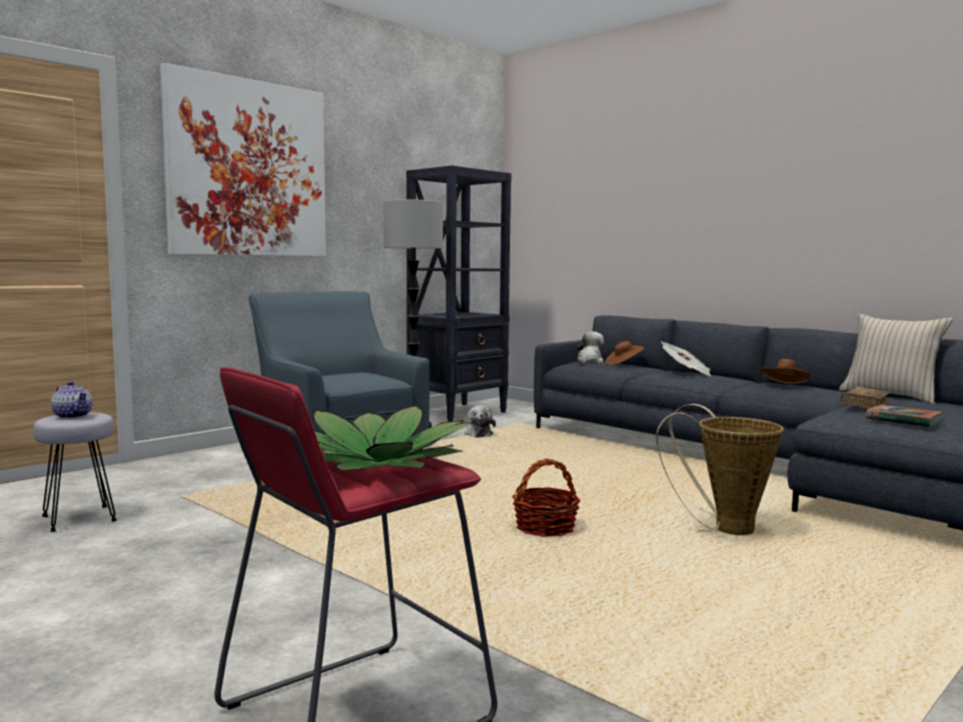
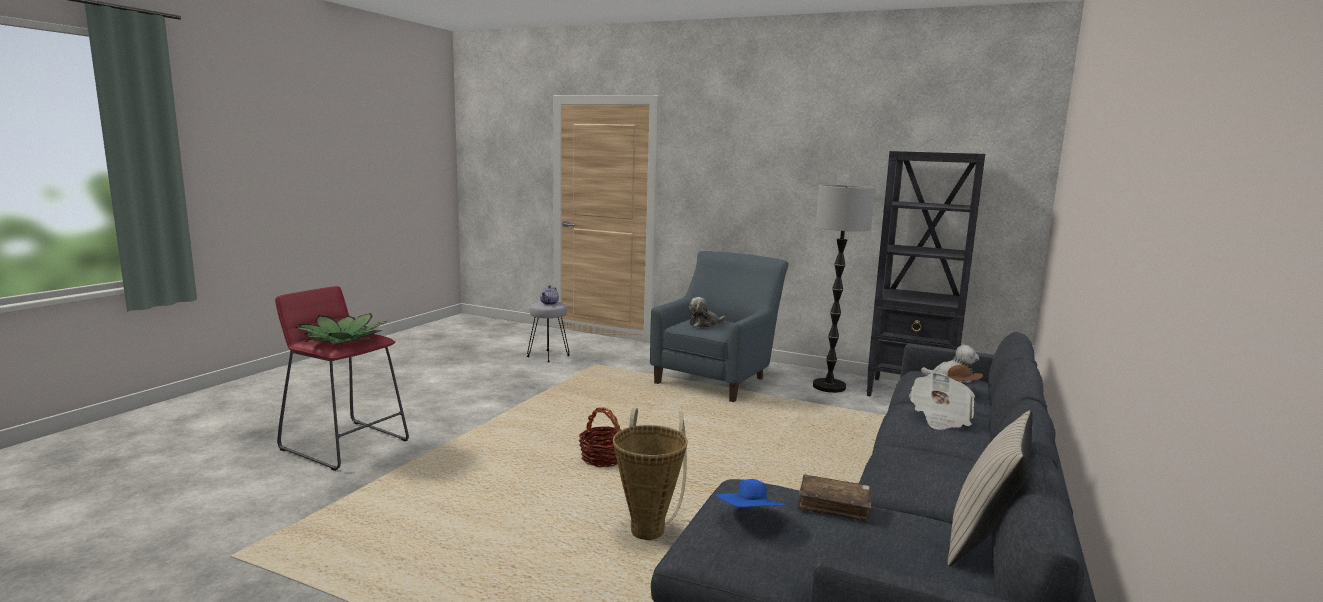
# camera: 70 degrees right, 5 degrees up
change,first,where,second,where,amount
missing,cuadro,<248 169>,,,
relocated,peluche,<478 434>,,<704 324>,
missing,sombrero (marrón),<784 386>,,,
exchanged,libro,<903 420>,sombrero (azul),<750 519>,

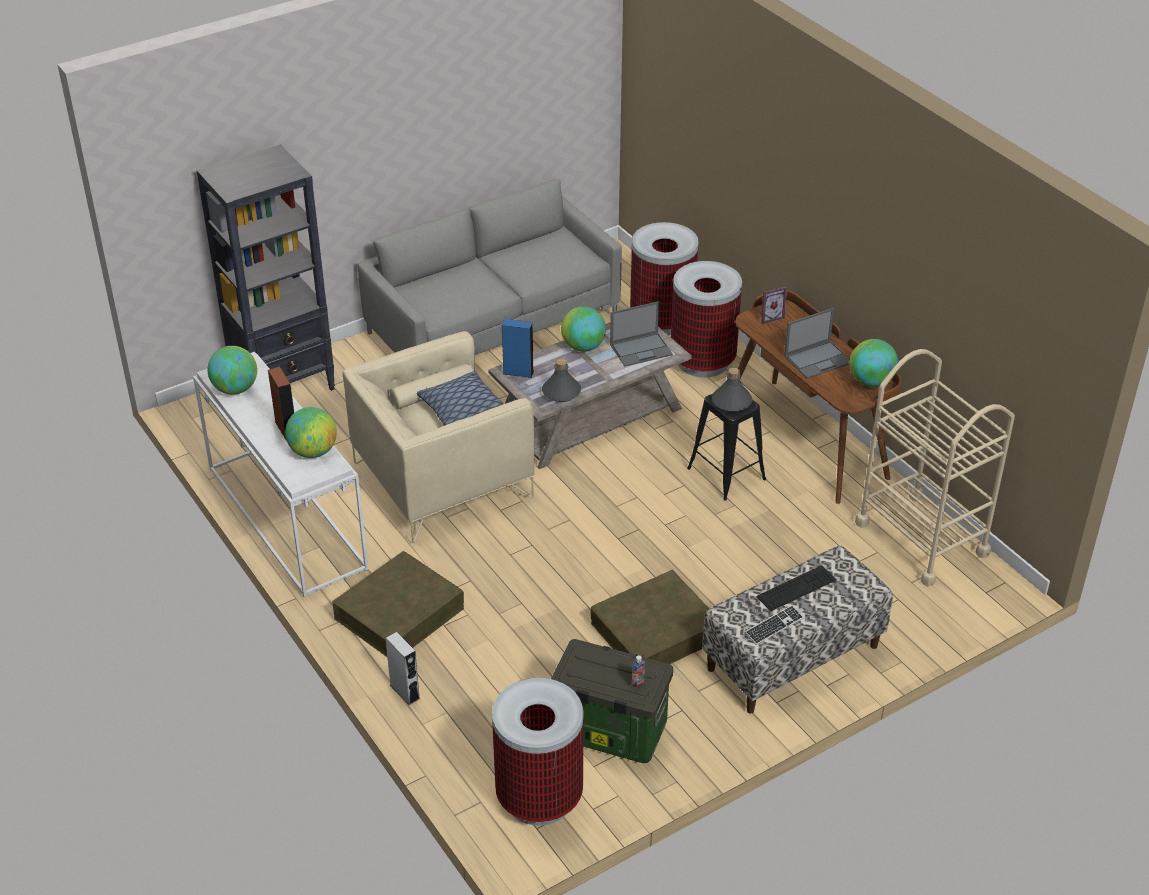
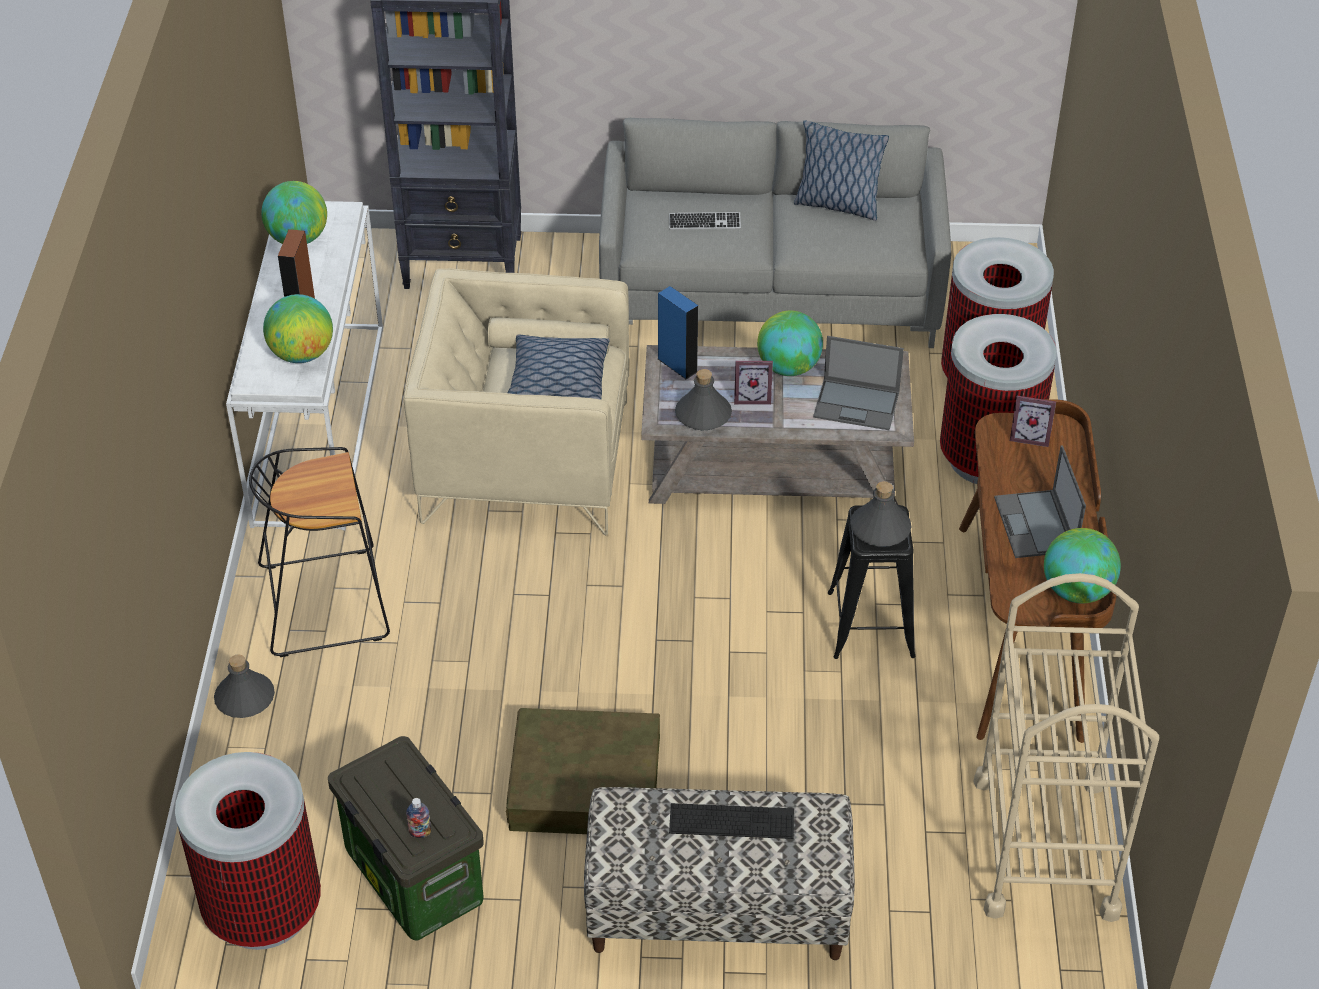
# camera: 35 degrees right, 5 degrees up
change,first,where,second,where,amount
exchanged,caja de almacenaje (marrón),<399 613>,taburete (negro),<327 601>,
exchanged,altavoz (gris),<404 692>,botella (gris),<245 698>,
relocated,teclado,<774 626>,,<704 223>,
spun,portátil,<818 359>,,<1036 525>,75 degrees clockwise
appeared,,,portarretratos,<752 397>,
appeared,,,cojín,<837 205>,

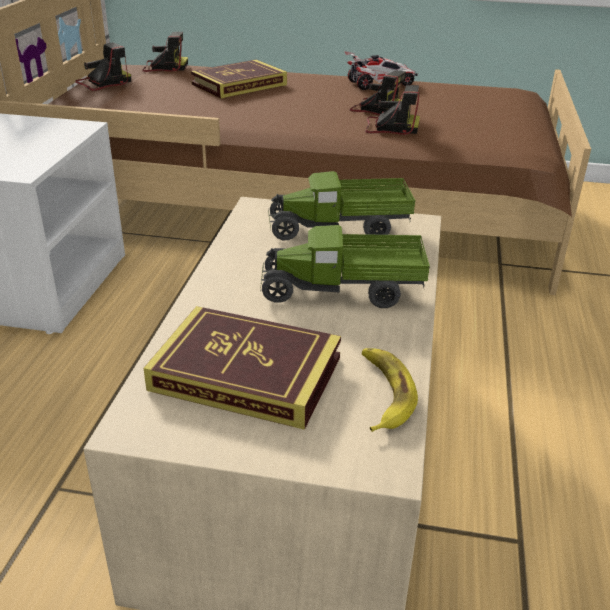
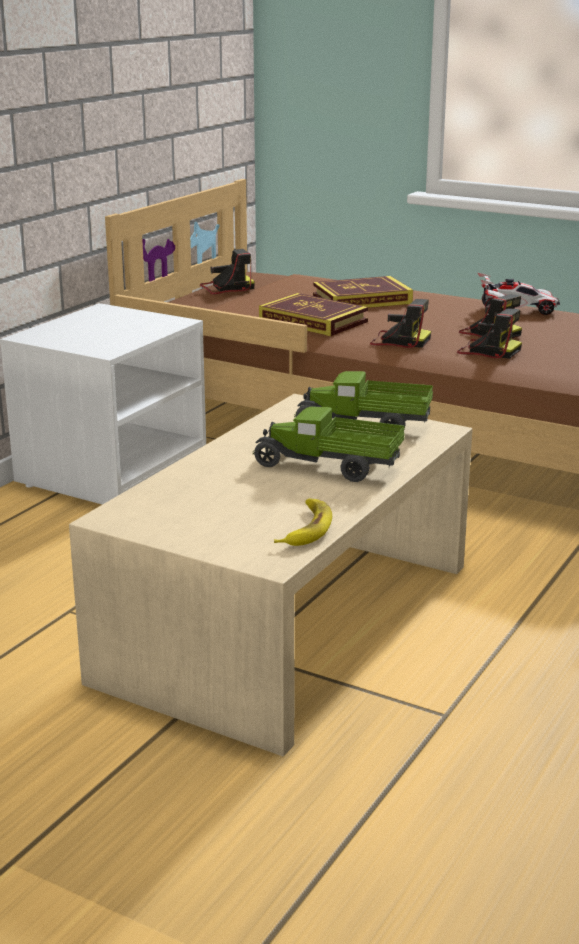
# camera: 20 degrees right, 10 degrees down
change,first,where,second,where,amount
relocated,cámara,<164 67>,,<398 341>,
relocated,libro,<246 373>,,<313 321>,

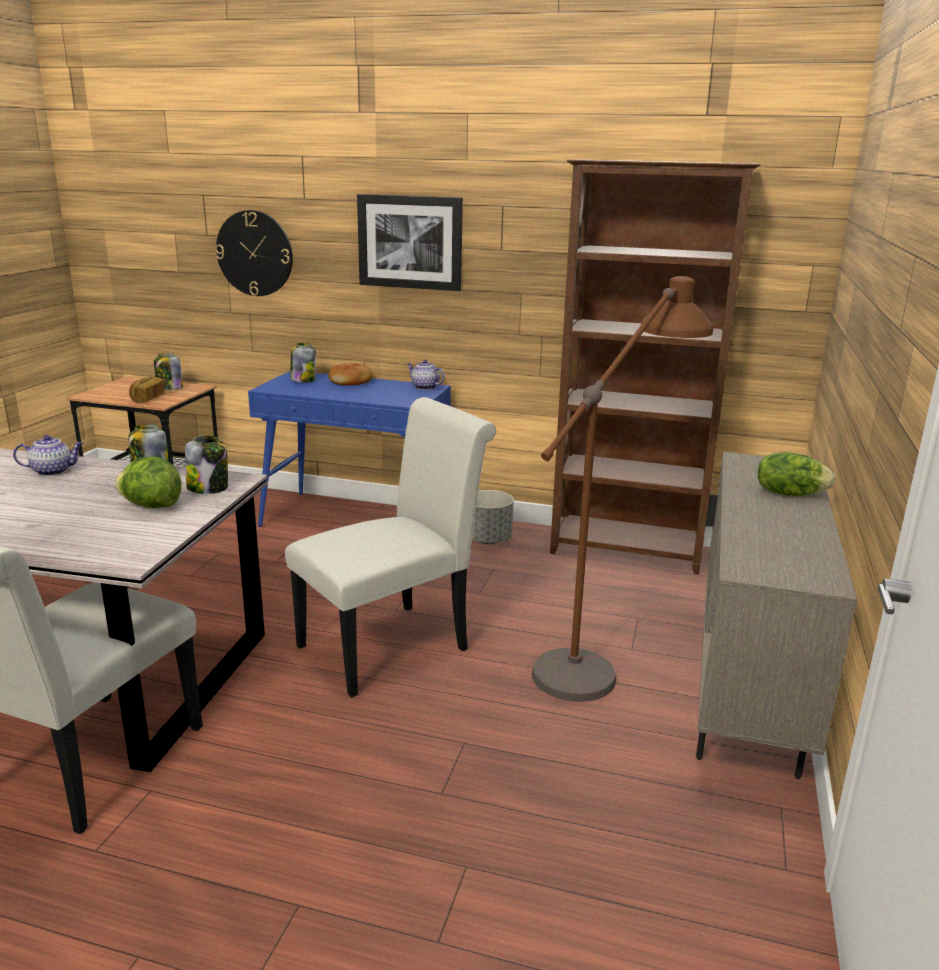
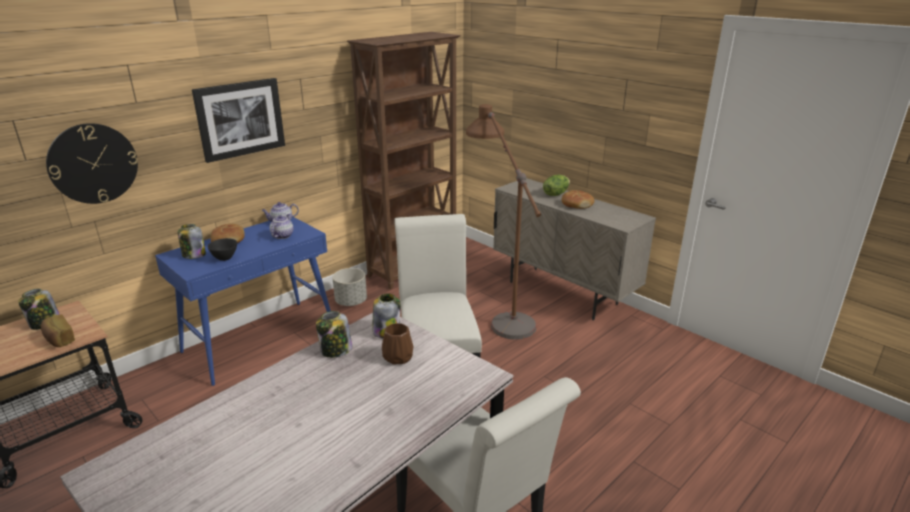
# camera: 60 degrees left, 5 degrees up
change,first,where,second,where,amount
relocated,tetera,<53 471>,,<282 235>,
exchanged,lechuga,<151 506>,florero (marrón),<399 357>,
appeared,,,cuenco (negro),<225 258>,
appeared,,,pan,<576 204>,

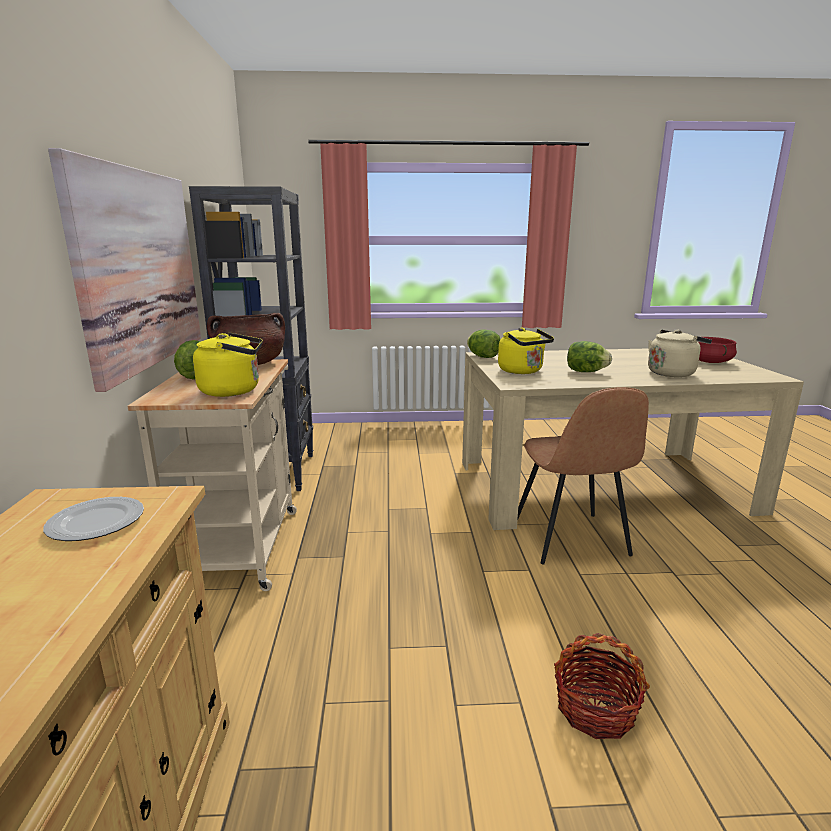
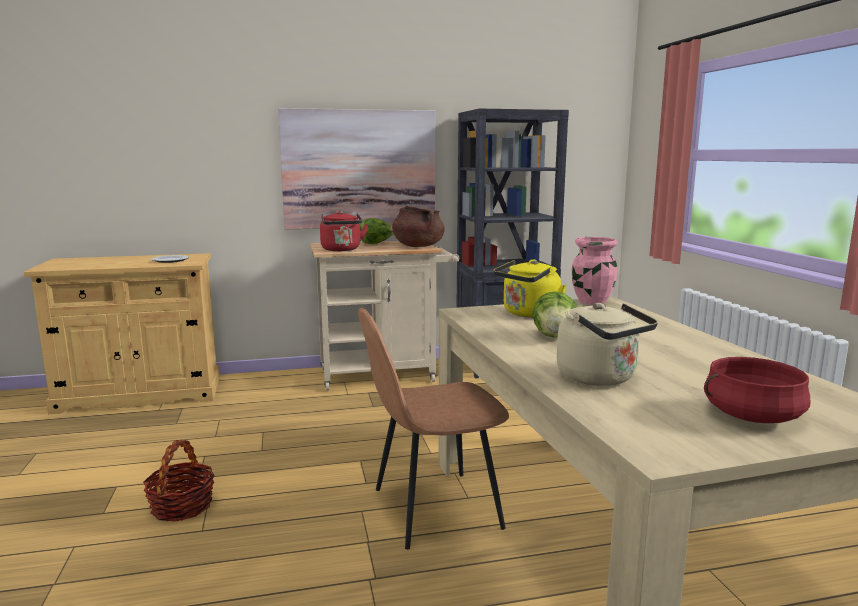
# camera: 80 degrees right, 5 degrees down
change,first,where,second,where,amount
colour,hervidor (amarillo),<234 391>,hervidor (rojo),<341 250>,
exchanged,lechuga,<483 357>,florero (rosa),<591 302>,

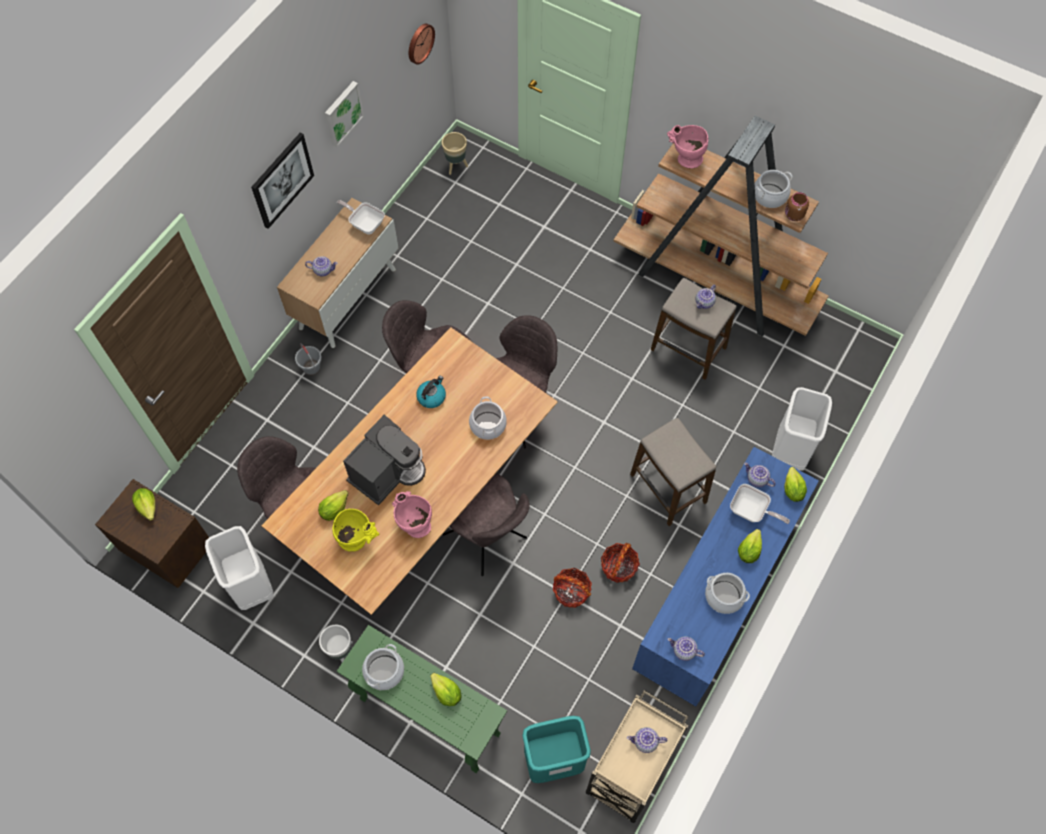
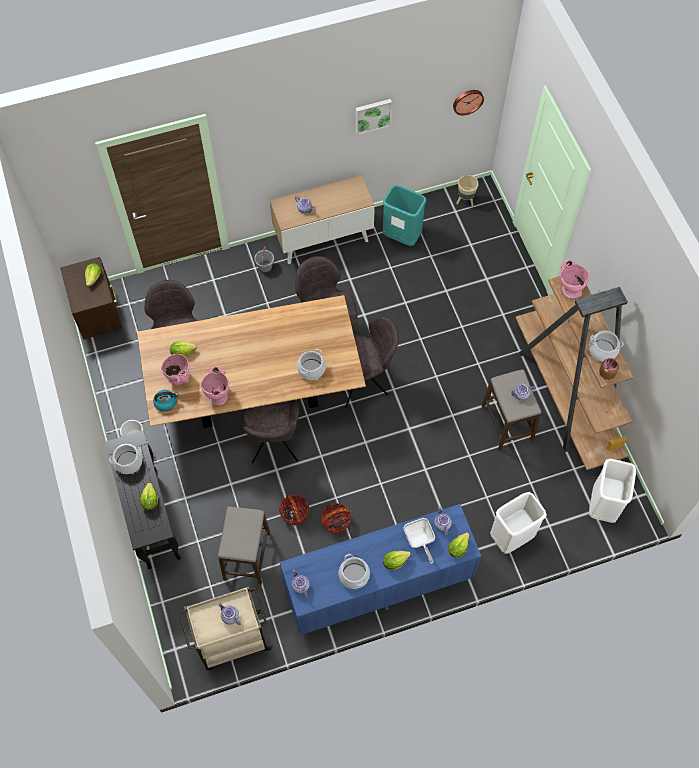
# camera: 40 degrees right, 0 degrees up
change,first,where,second,where,amount
relocated,papelera (blanco),<252 586>,,<603 506>,
missing,cuadro,<282 180>,,,
colour,florero (amarillo),<358 539>,florero (rosa),<180 379>,
missing,sartén,<365 224>,,,
colour,mesa consola (verde),<428 716>,mesa consola (negro),<151 517>,
missing,cafetera,<387 472>,,,
relocated,hervidor,<431 396>,,<166 402>,
relocated,papelera (turquesa),<554 761>,,<402 236>,
relocated,taburete,<668 488>,,<247 556>,

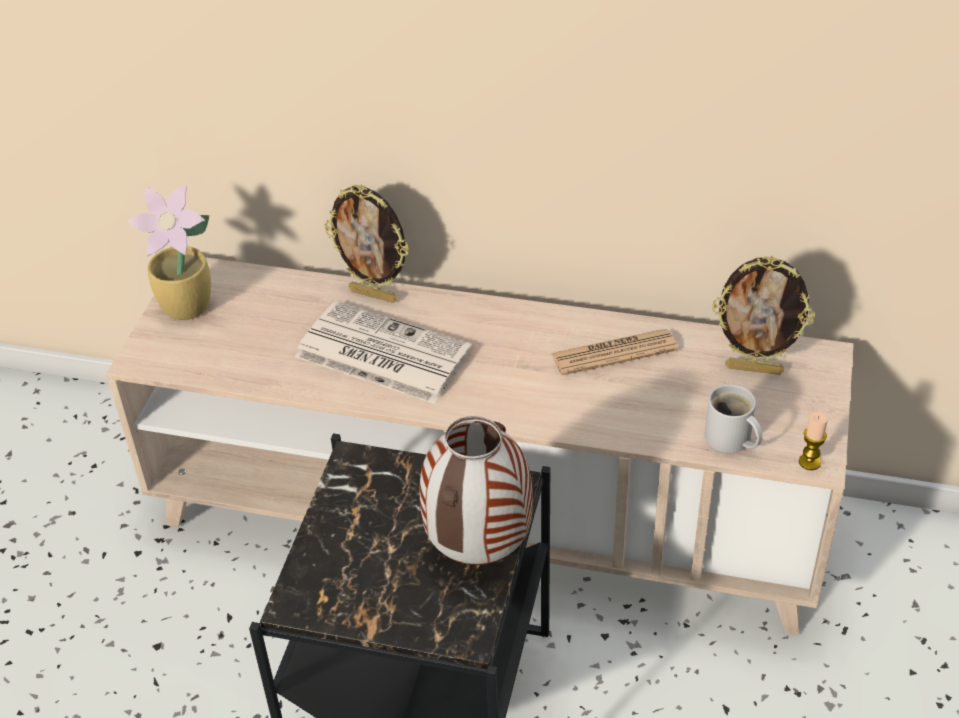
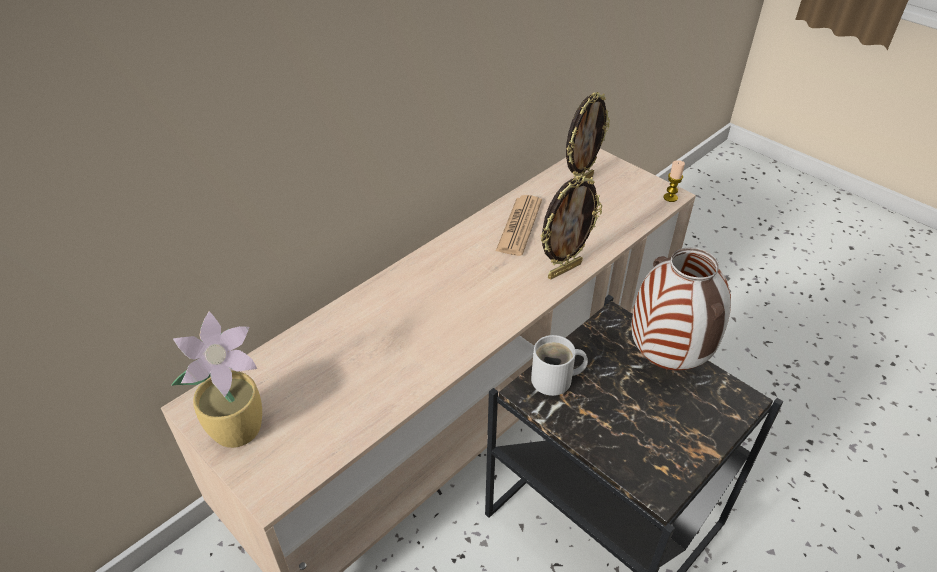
# camera: 60 degrees left, 0 degrees up
change,first,where,second,where,amount
missing,periódico,<380 353>,,,
relocated,portarretratos,<374 294>,,<564 269>,
relocated,taza grande (blanco),<730 440>,,<555 380>,

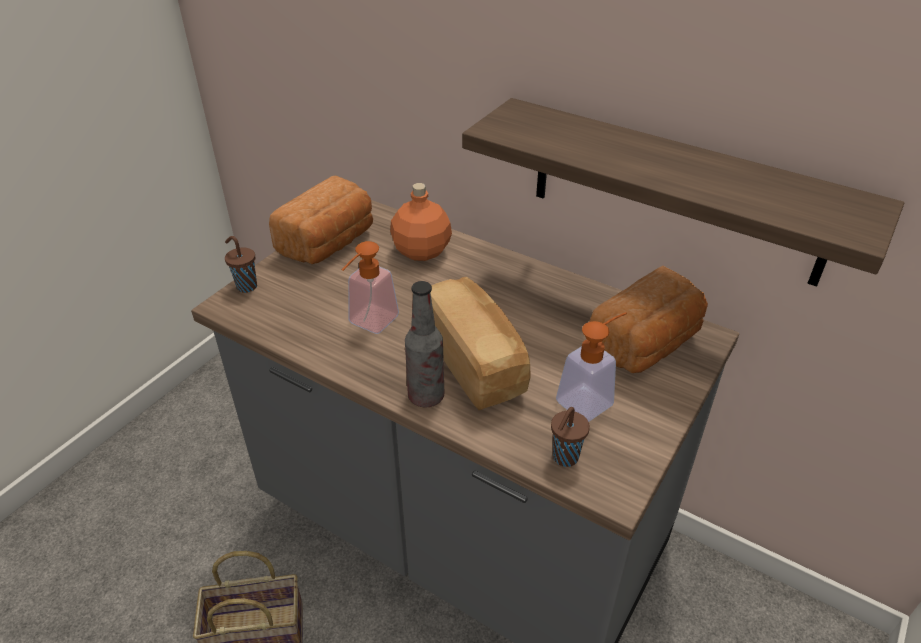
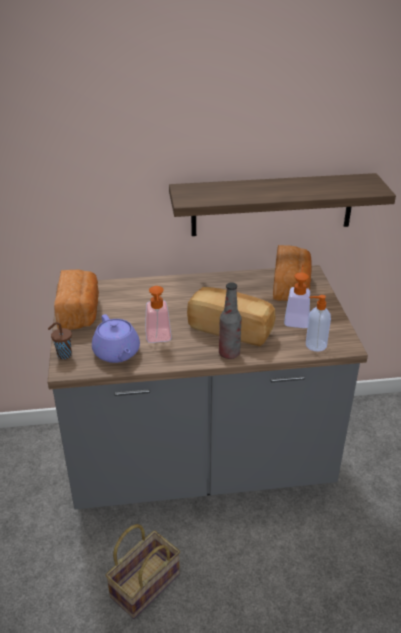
# camera: 40 degrees left, 5 degrees down
change,first,where,second,where,amount
missing,botella (naranja),<421 251>,,,
exchanged,taza (marrón),<564 458>,dispensador de jabón,<315 345>,
appeared,,,tetera (morado),<117 353>,

